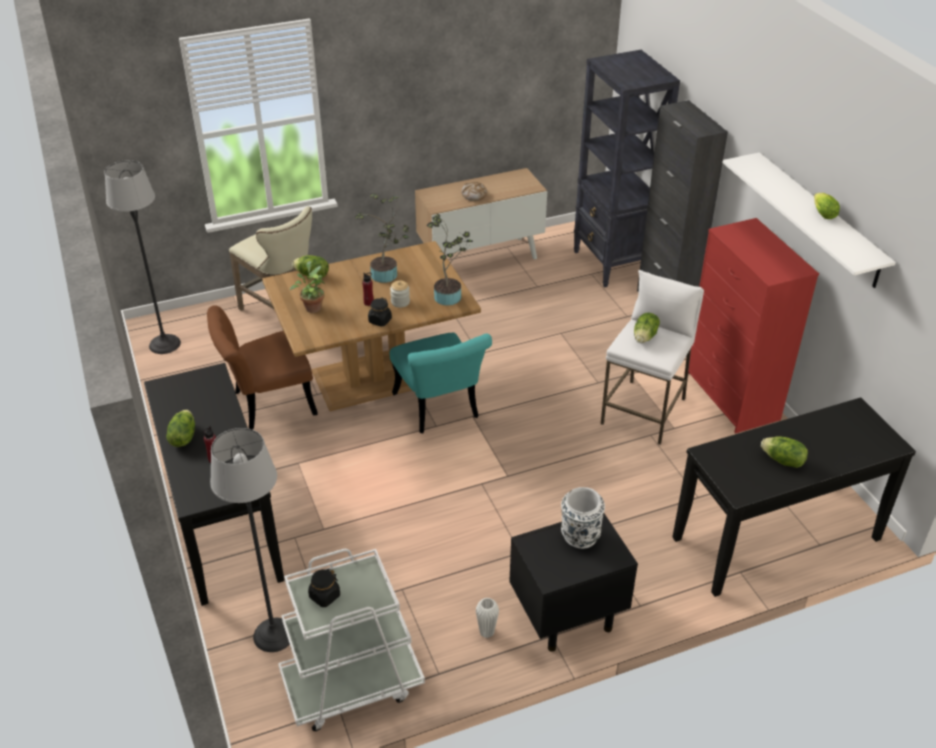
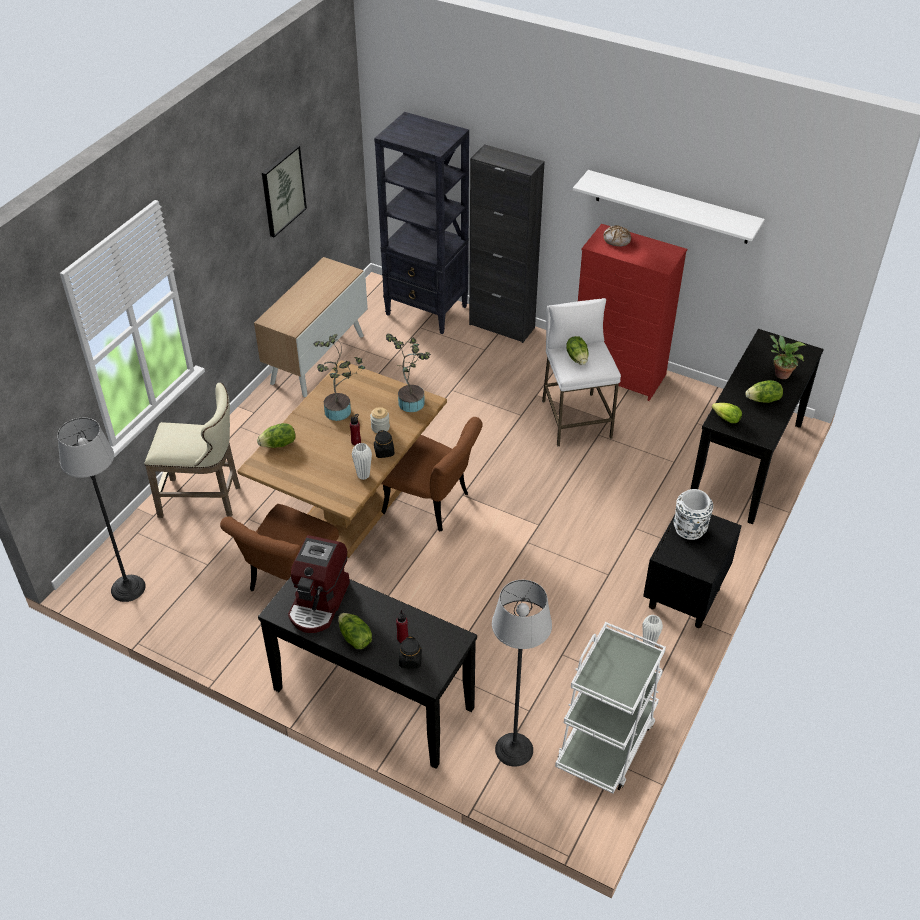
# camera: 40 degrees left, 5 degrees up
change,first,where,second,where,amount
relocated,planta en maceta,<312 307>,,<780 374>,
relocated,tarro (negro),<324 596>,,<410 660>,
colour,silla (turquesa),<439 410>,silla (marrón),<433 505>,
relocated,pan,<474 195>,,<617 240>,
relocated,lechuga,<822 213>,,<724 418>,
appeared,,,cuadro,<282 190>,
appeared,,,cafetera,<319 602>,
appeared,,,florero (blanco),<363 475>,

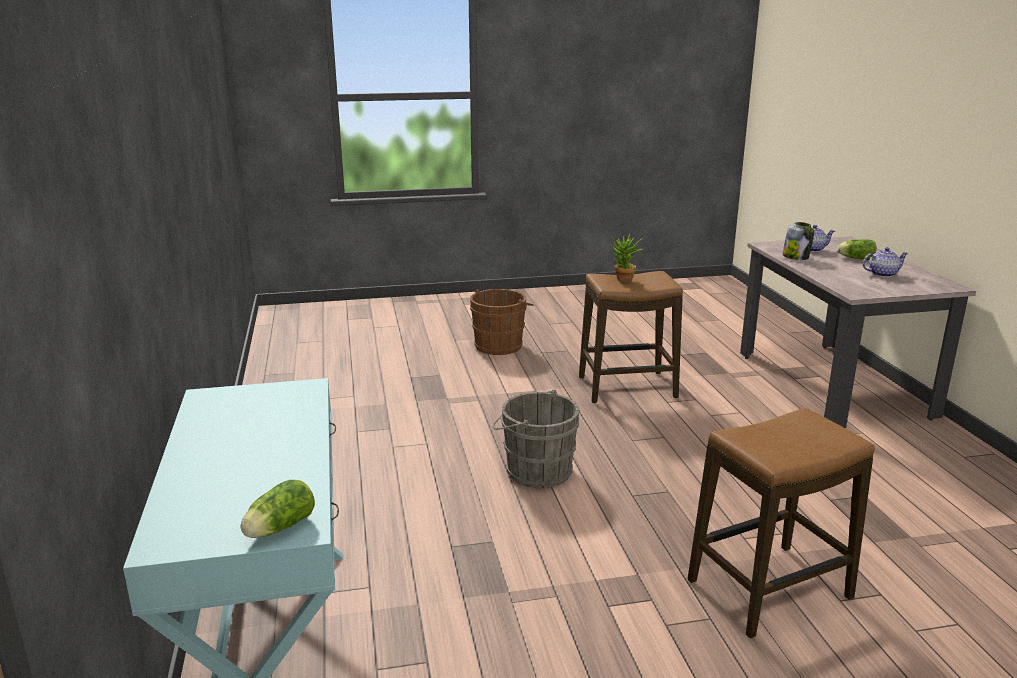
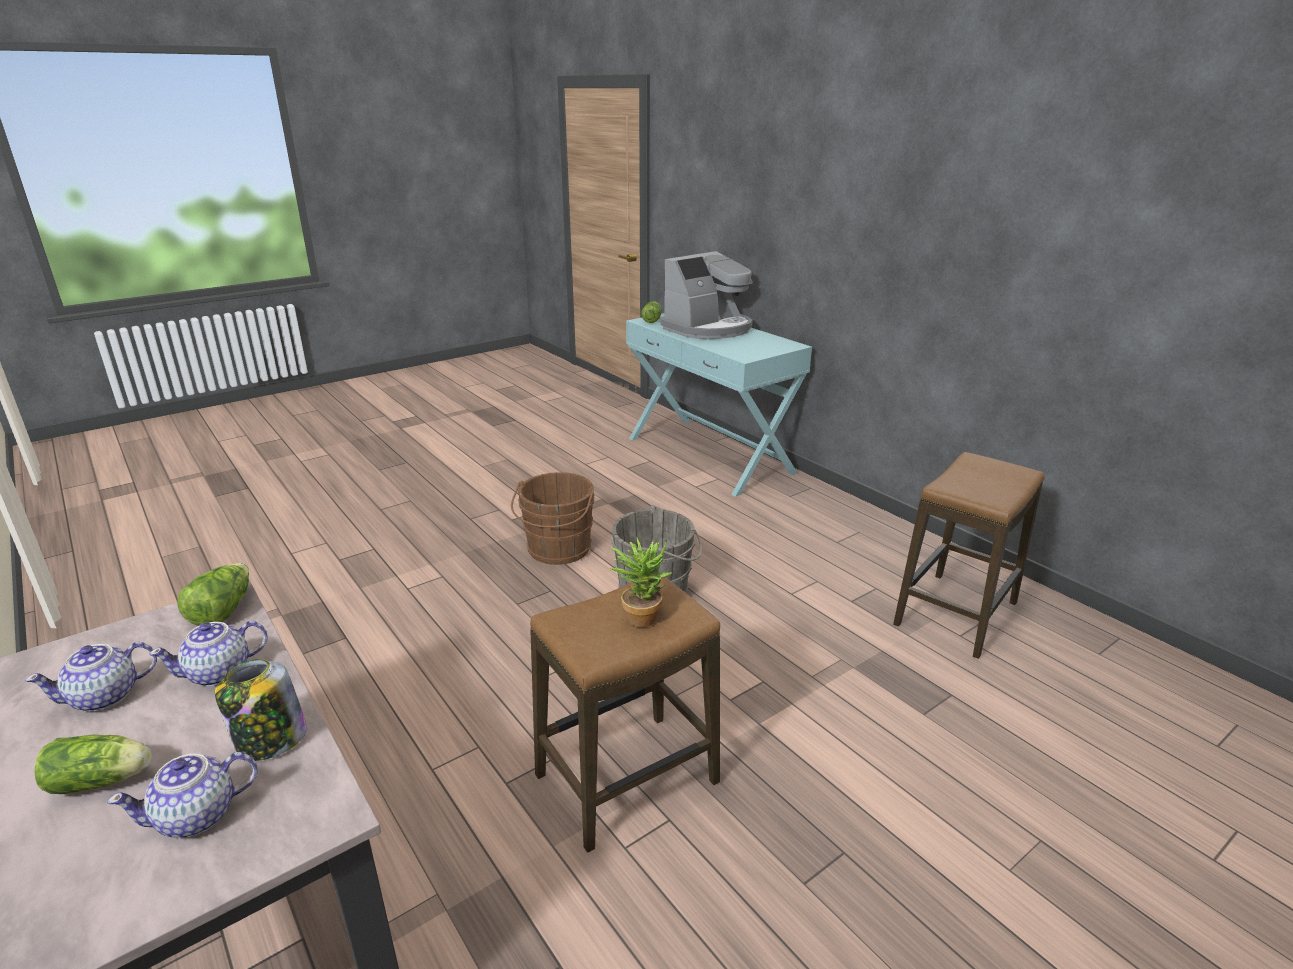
# camera: 155 degrees right, 5 degrees up
change,first,where,second,where,amount
relocated,cubo (marrón),<500 345>,,<558 550>,
relocated,taburete,<769 590>,,<955 614>,
appeared,,,tetera,<220 672>,
appeared,,,lechuga,<222 610>,
appeared,,,cafetera,<708 329>,

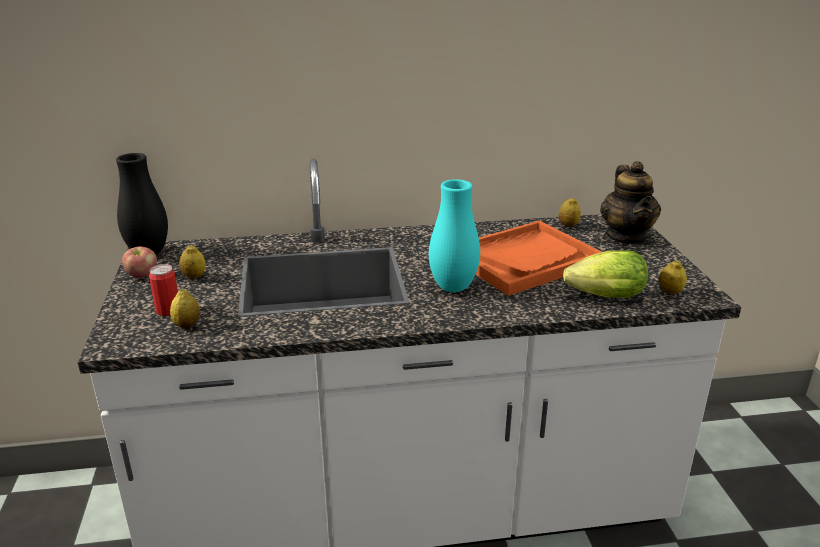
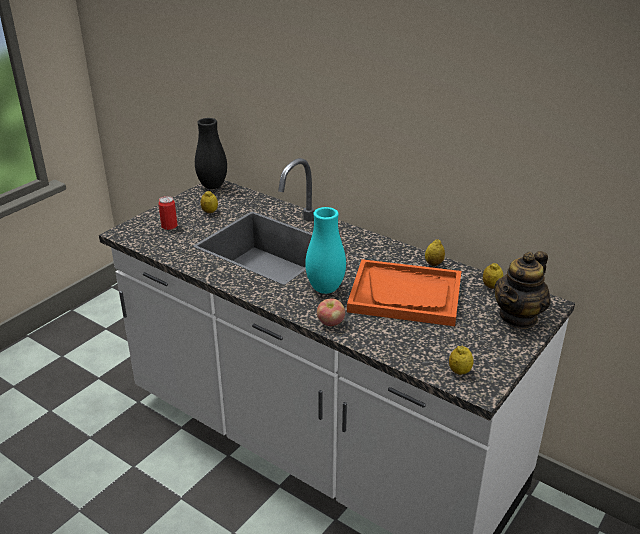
# camera: 45 degrees right, 5 degrees up
change,first,where,second,where,amount
relocated,manzana,<142 275>,,<330 323>,
relocated,limón,<187 325>,,<434 264>,
missing,lechuga,<601 297>,,,

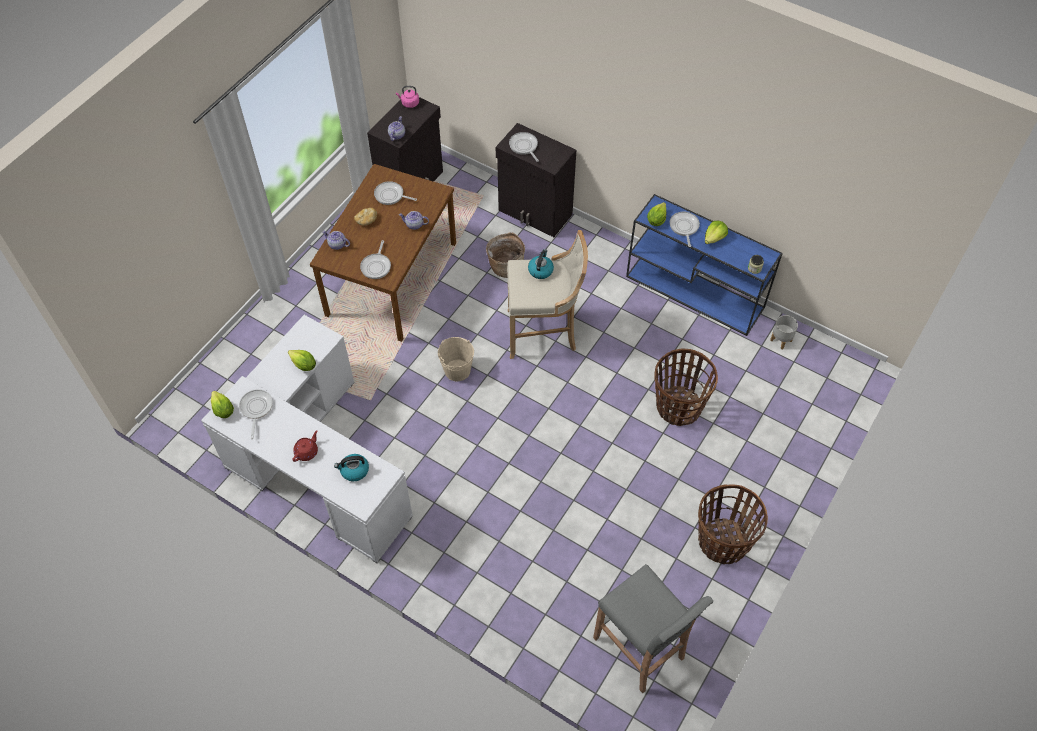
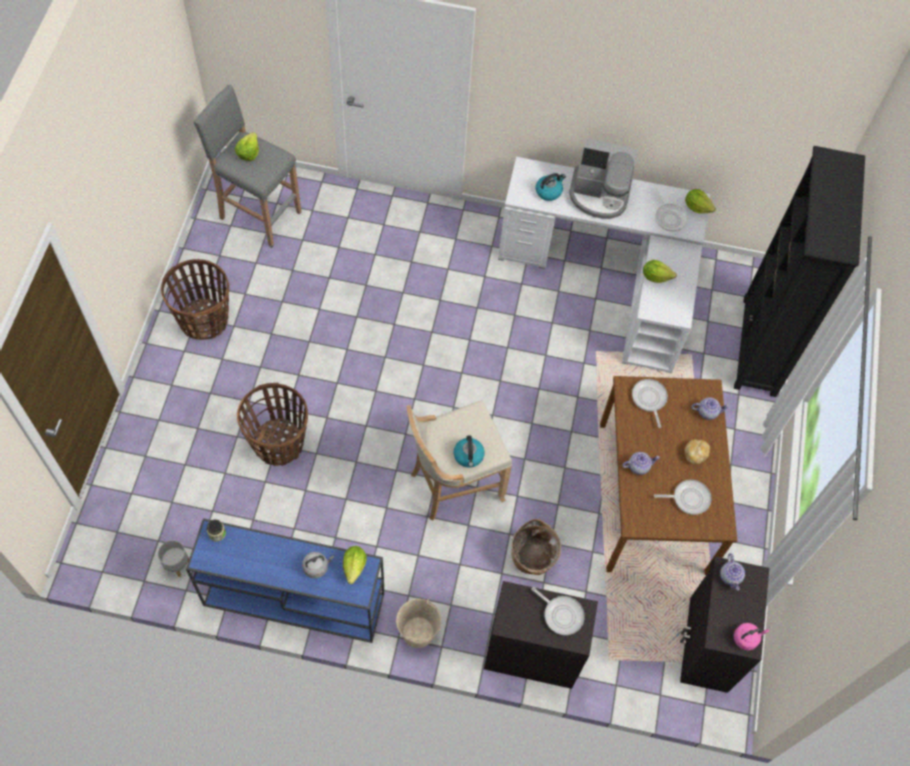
# camera: 155 degrees right, 5 degrees up
change,first,where,second,where,amount
exchanged,tetera (rojo),<307 451>,cafetera,<599 194>,
relocated,cubo (beis),<457 370>,,<418 632>,
exchanged,sartén,<684 227>,hervidor (gris),<317 567>,
relocated,lechuga,<714 238>,,<248 152>,
appeared,,,estantería (negro),<759 347>,

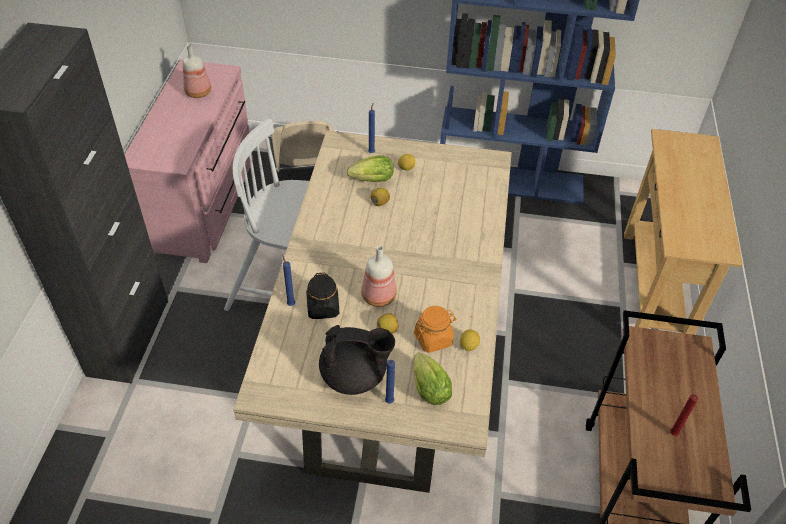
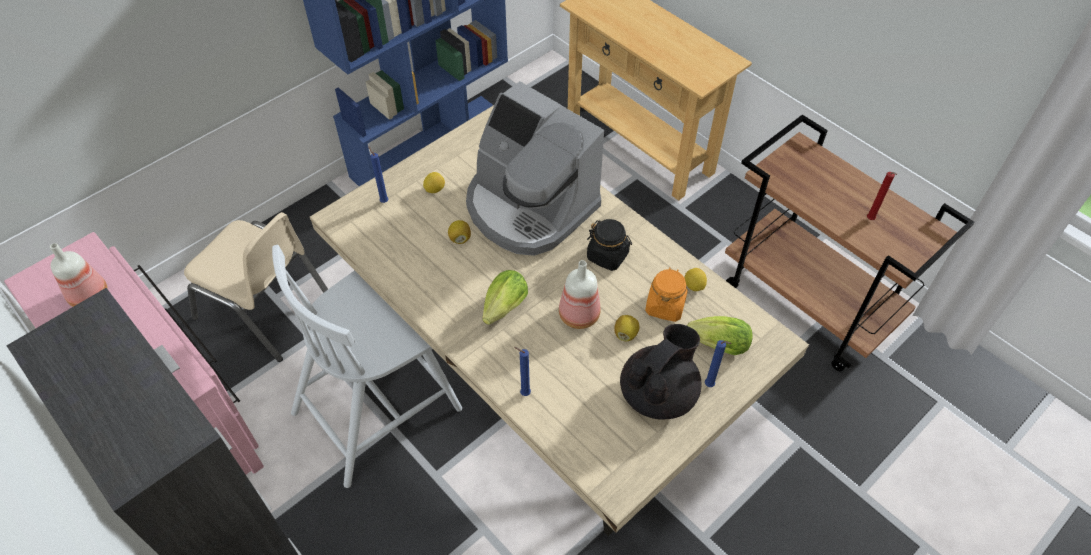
# camera: 50 degrees left, 5 degrees up
change,first,where,second,where,amount
relocated,tarro (negro),<323 308>,,<608 256>,
relocated,lechuga,<370 180>,,<503 310>,
appeared,,,cafetera,<529 207>,

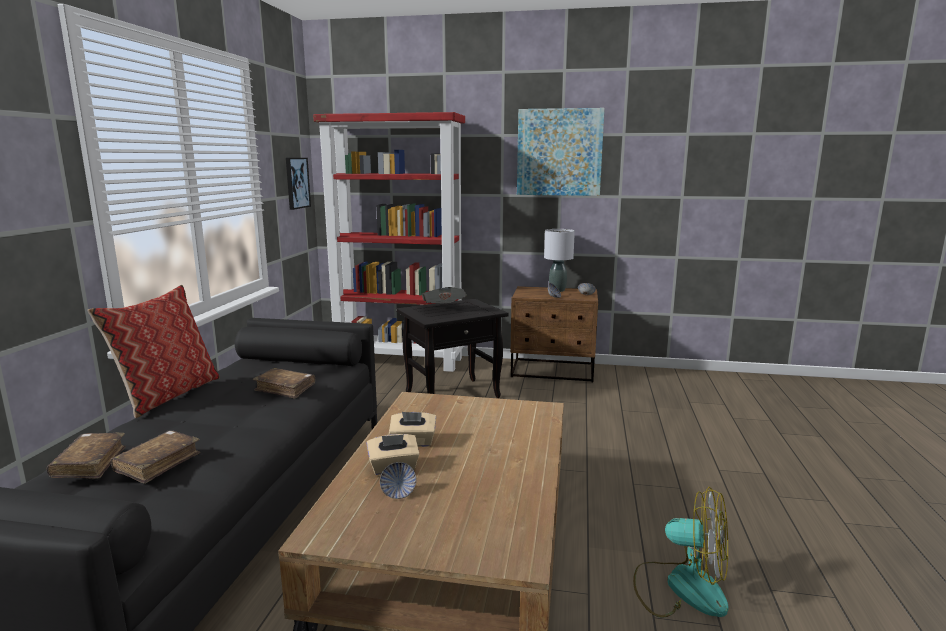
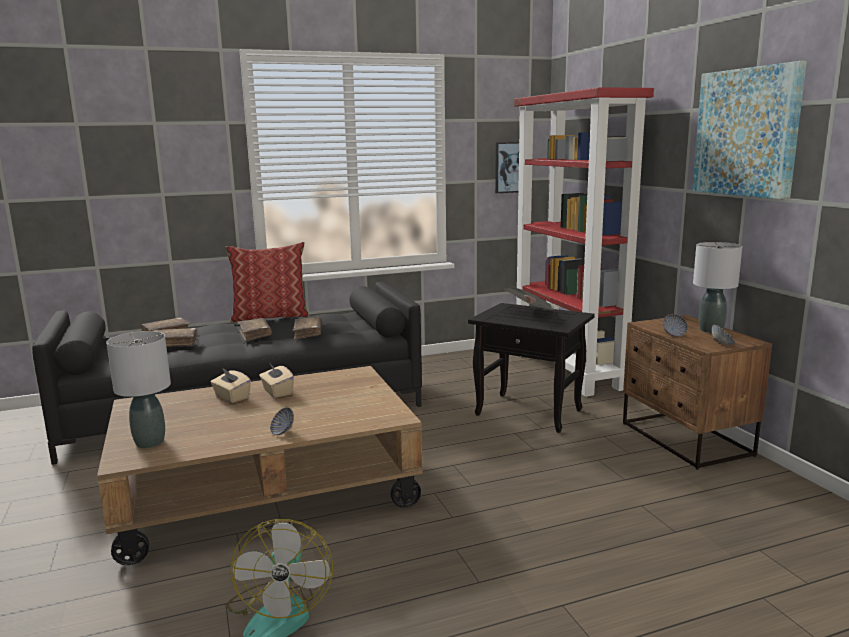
# camera: 60 degrees right, 0 degrees up
change,first,where,second,where,amount
relocated,cuenco,<398 492>,,<282 432>,
appeared,,,lámpara de mesa (gris),<150 442>,
appeared,,,libro (marrón),<255 335>,

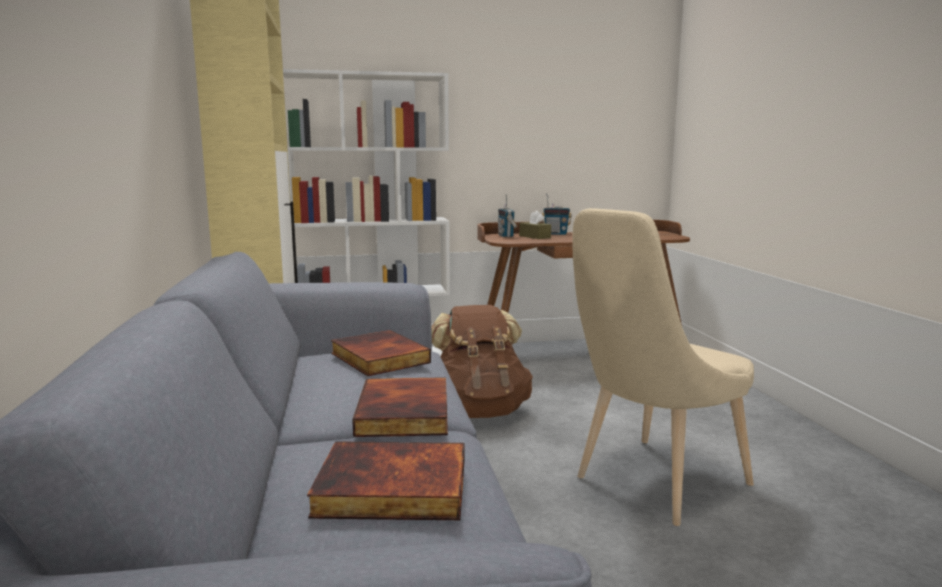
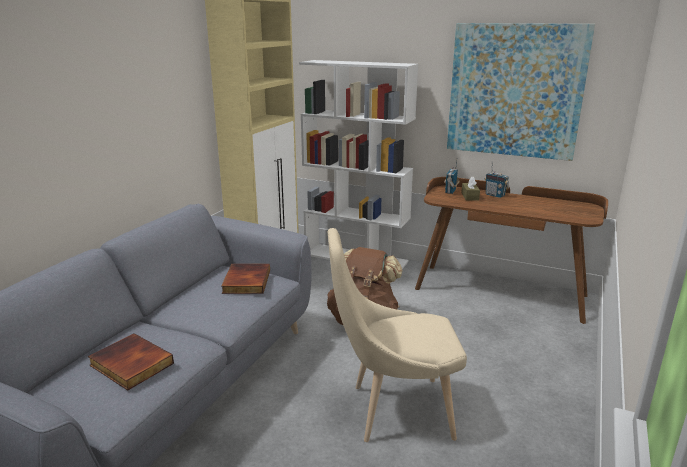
# camera: 35 degrees right, 10 degrees up
change,first,where,second,where,amount
missing,libro,<406 413>,,,
appeared,,,cuadro,<515 91>,

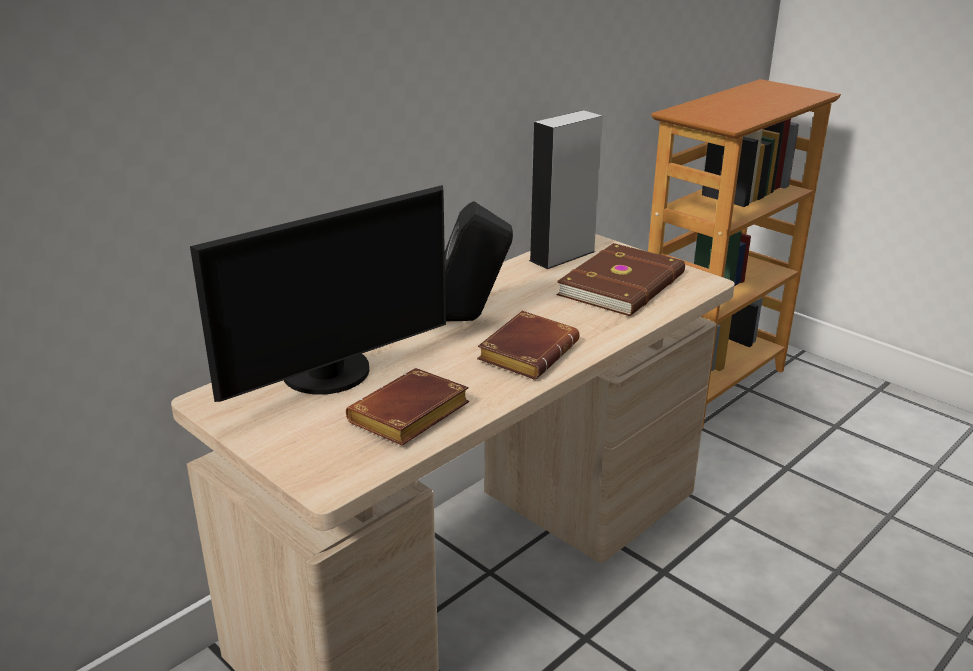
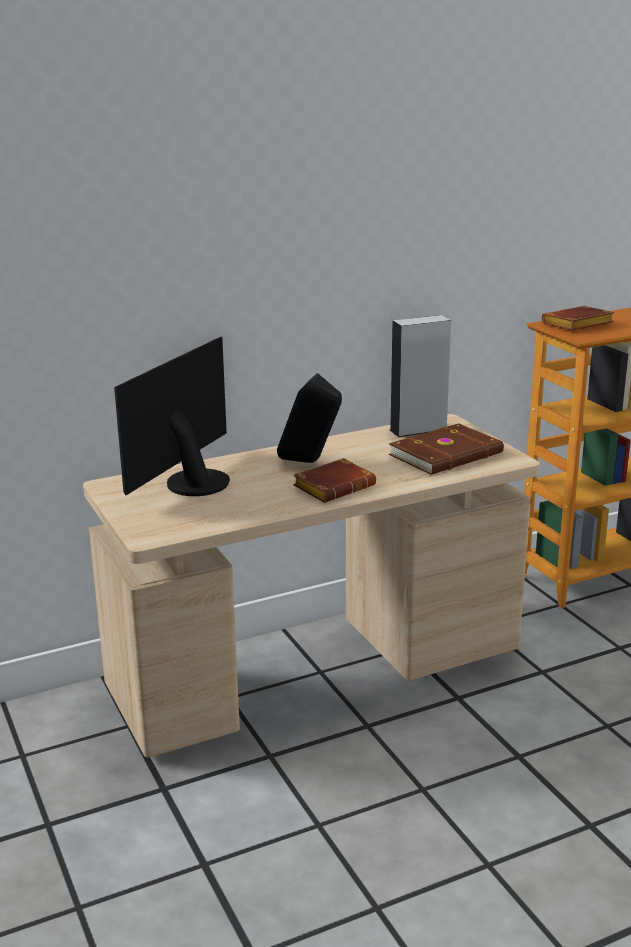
# camera: 20 degrees right, 5 degrees down
change,first,where,second,where,amount
spun,monitor,<331 375>,,<191 482>,135 degrees clockwise
relocated,libro (marrón),<409 417>,,<577 325>,

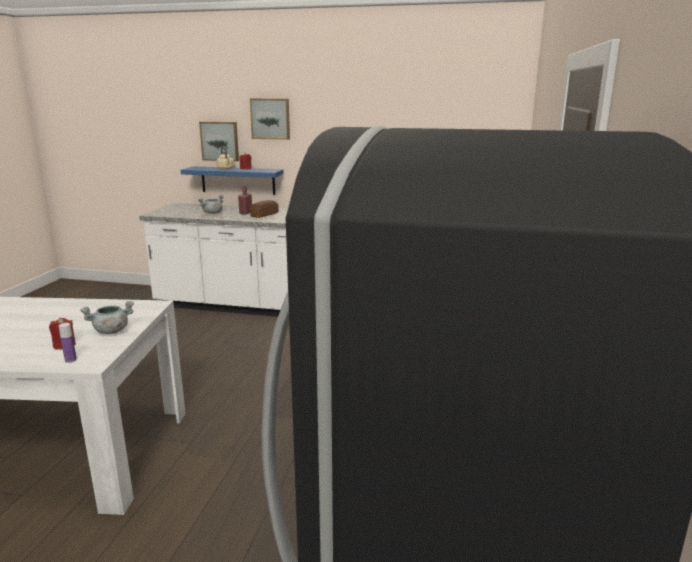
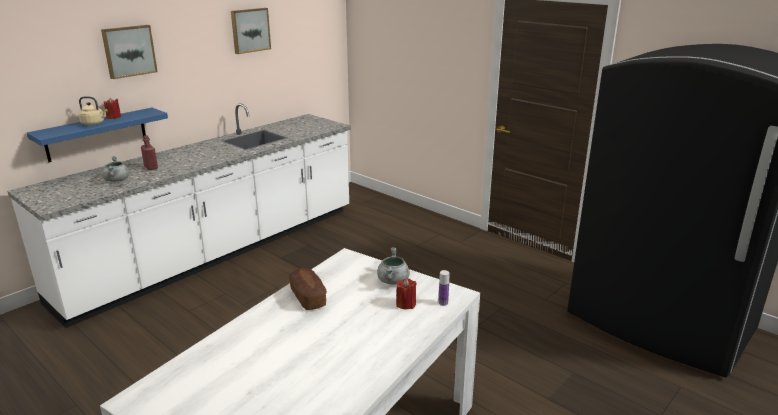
# camera: 60 degrees left, 5 degrees up
change,first,where,second,where,amount
relocated,cuadro,<220 141>,,<250 30>,
relocated,pan,<264 215>,,<308 297>,

